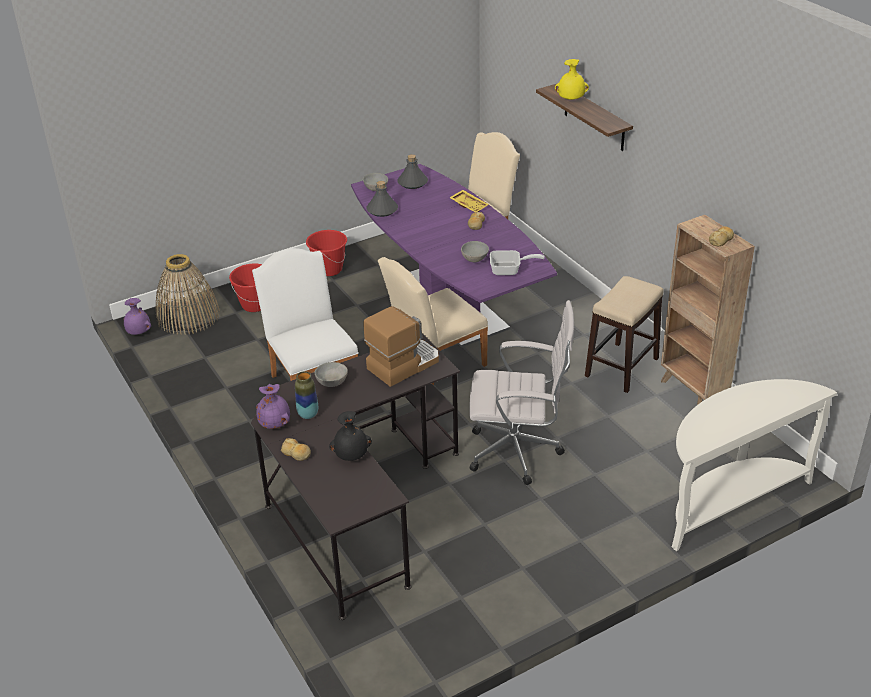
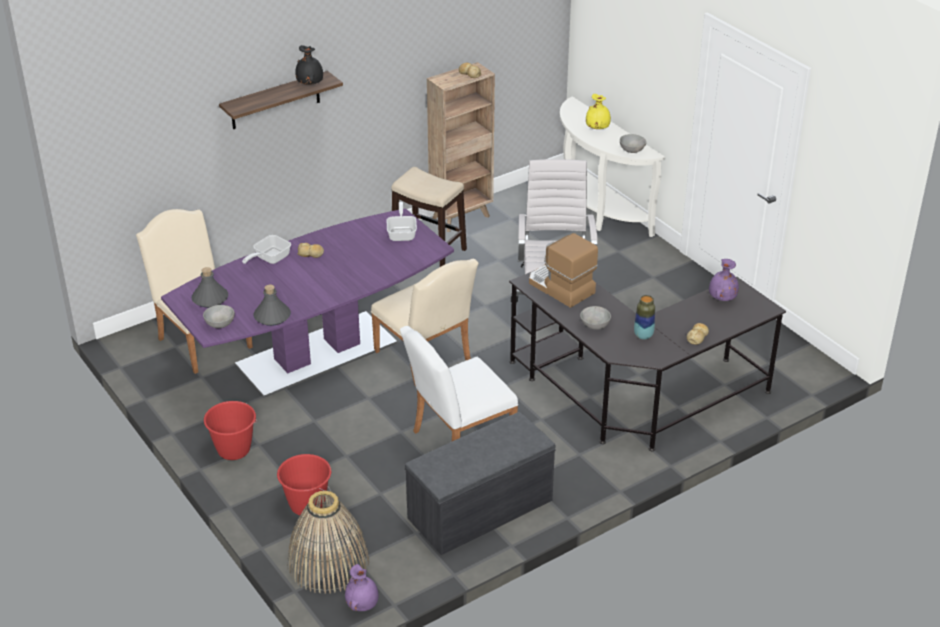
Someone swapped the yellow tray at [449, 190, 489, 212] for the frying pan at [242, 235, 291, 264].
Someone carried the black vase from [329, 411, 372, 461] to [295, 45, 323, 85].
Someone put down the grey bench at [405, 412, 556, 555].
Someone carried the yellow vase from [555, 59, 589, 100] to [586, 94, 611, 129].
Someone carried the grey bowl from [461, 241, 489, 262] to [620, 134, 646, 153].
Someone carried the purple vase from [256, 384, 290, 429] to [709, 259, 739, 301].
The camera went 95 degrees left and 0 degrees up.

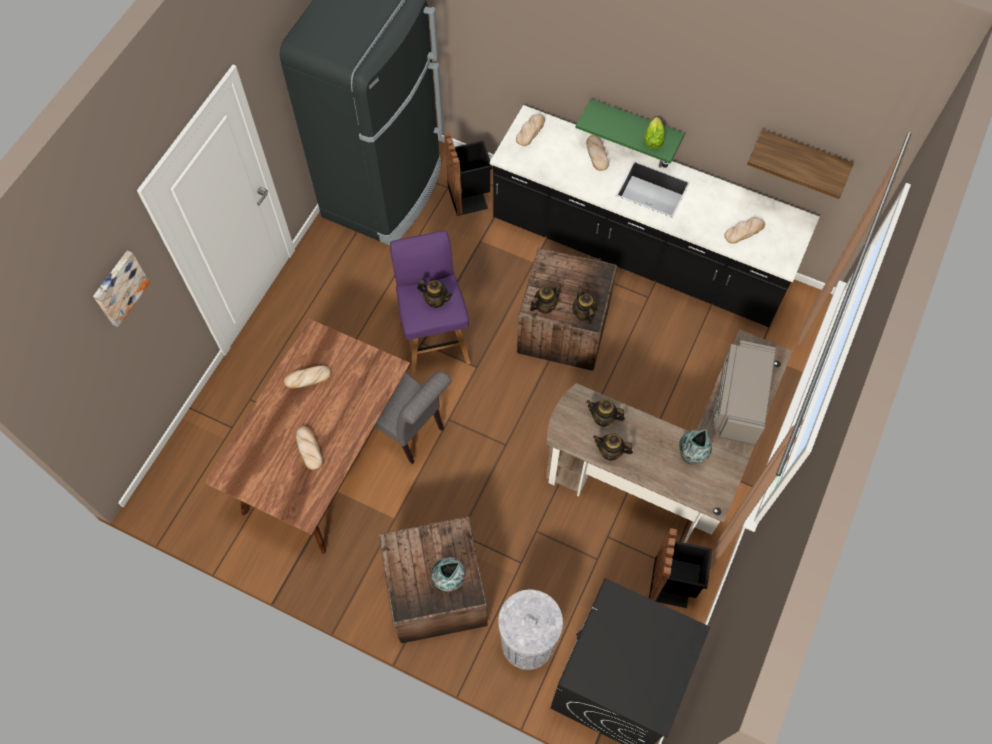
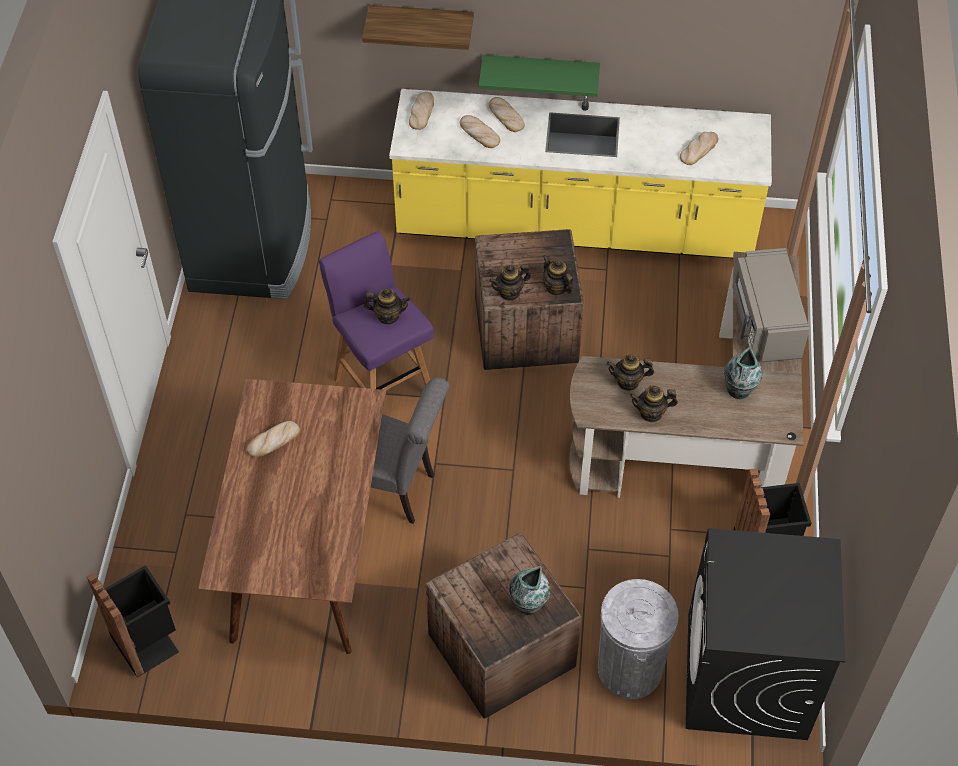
Someone carried the black trash can from [444, 132, 492, 216] to [86, 565, 179, 677].
Someone carried the shelf from [747, 130, 854, 199] to [362, 5, 474, 50].
Someone repainted the black counter at [490, 105, 820, 327], which became the yellow counter at [389, 89, 772, 258].
Someone carried the bread from [296, 426, 323, 470] to [460, 115, 500, 148].
Someone rotated the teapot at [530, 284, 562, 313] by 150 degrees counterclockwise.
Someone took away the picture at [93, 250, 150, 327].
Someone took away the lettuce at [644, 117, 665, 149].
The camera went 20 degrees left and 10 degrees down.

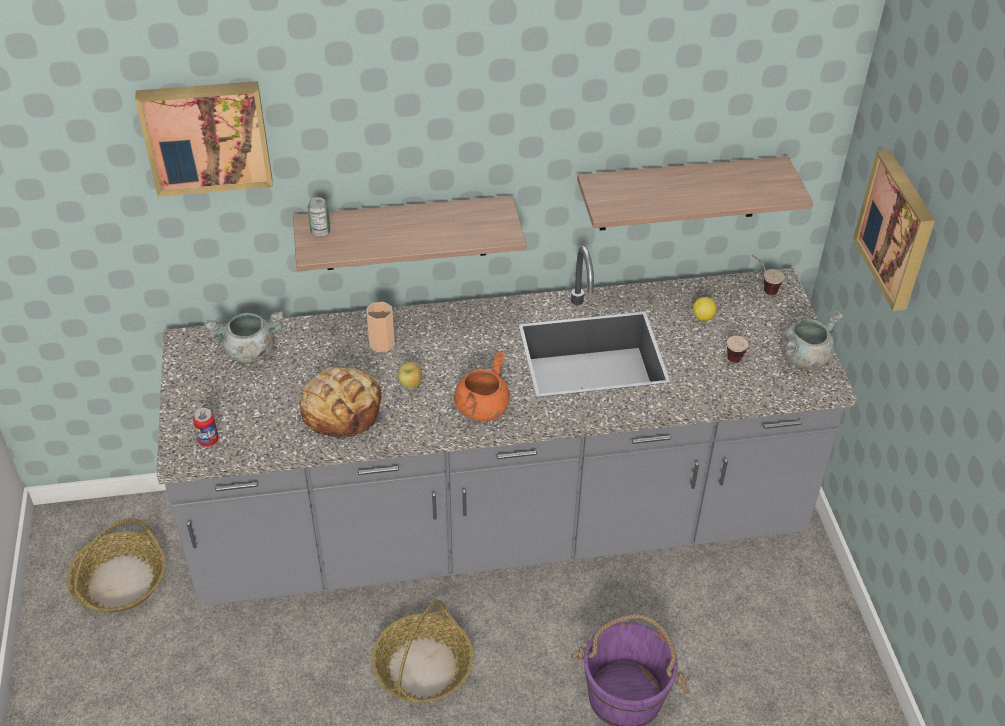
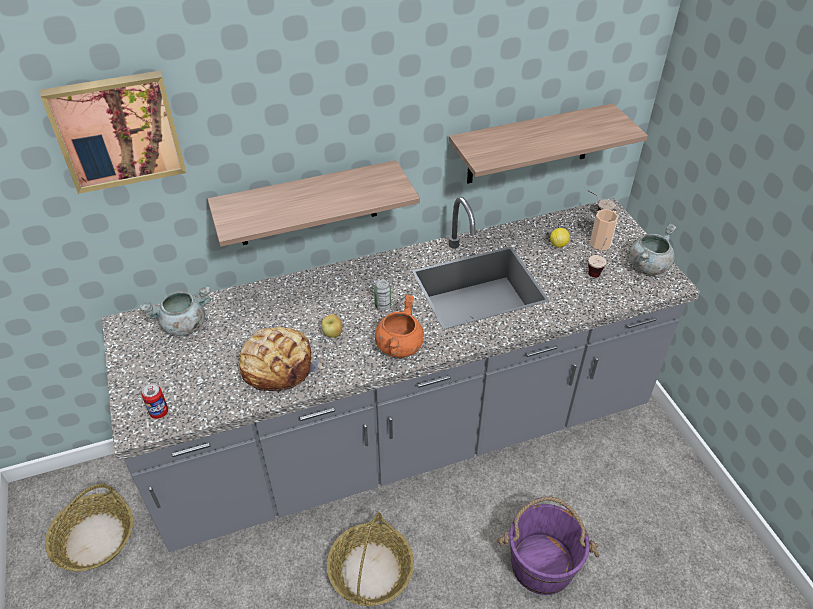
Someone carried the can from [308, 197, 330, 237] to [374, 279, 391, 311].
Someone carried the cup from [366, 302, 395, 352] to [590, 209, 619, 250].
Someone took away the picture at [853, 150, 935, 311].
The camera went 10 degrees left and 0 degrees up.

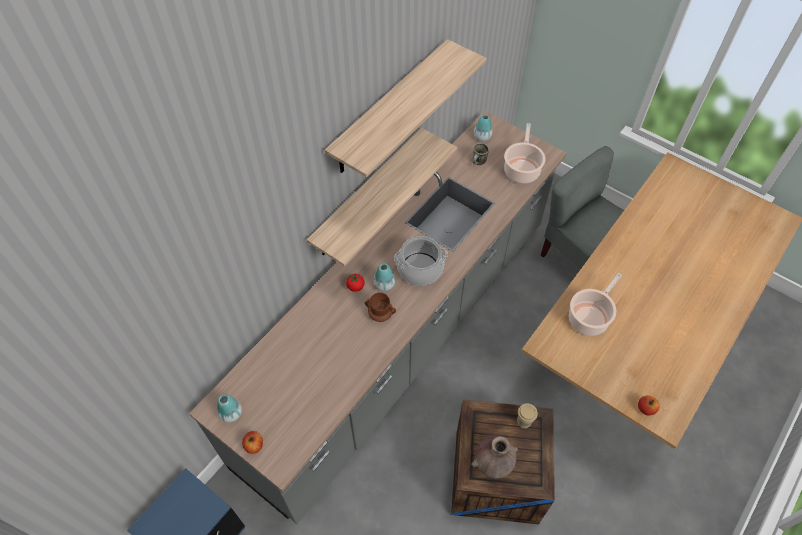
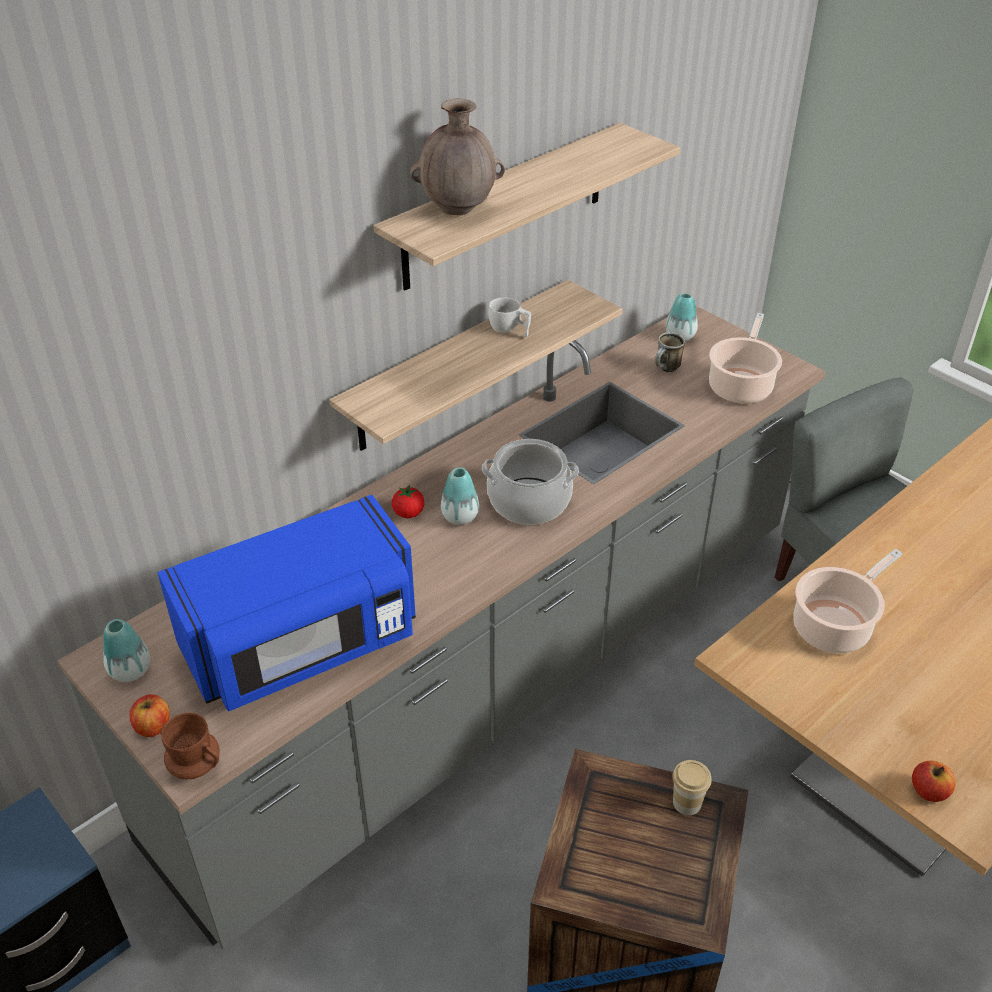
Someone put down the blue microwave at [158, 495, 416, 711].
Someone carried the brown mug from [365, 292, 396, 322] to [160, 712, 220, 779].
Someone carried the brown vase from [471, 435, 519, 478] to [410, 99, 505, 216].
Someone put down the white cup at [488, 298, 531, 337].
The camera went 10 degrees right and 15 degrees down.

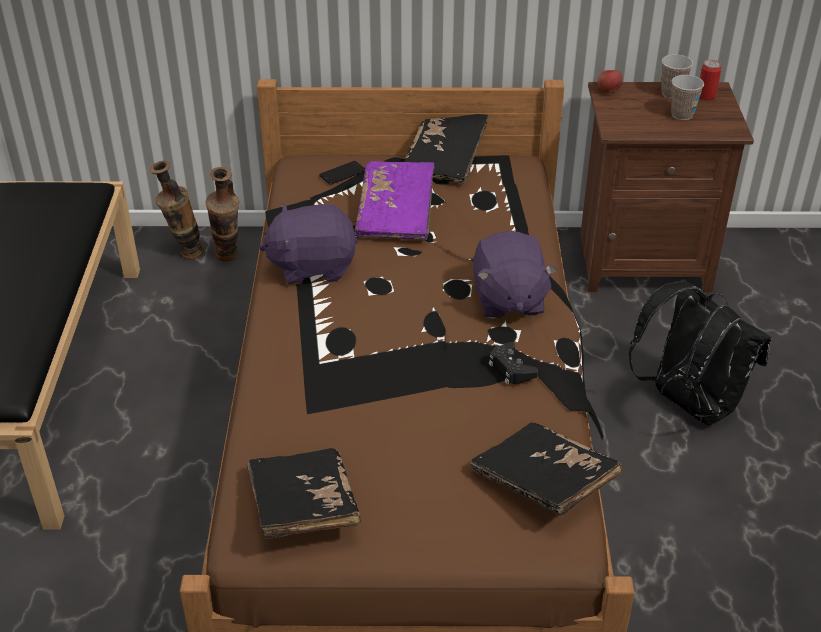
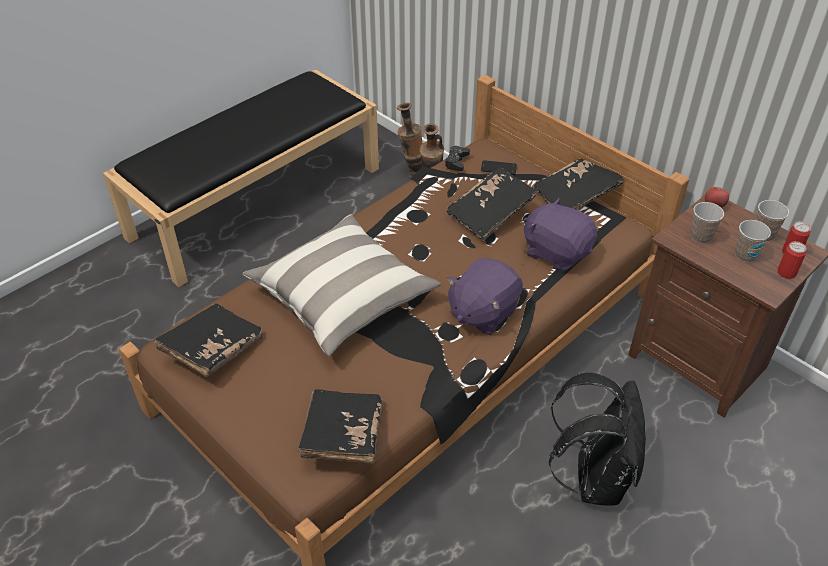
Someone put down the pillow at [243, 214, 441, 357].
Someone carried the black game controller from [489, 342, 538, 385] to [444, 146, 470, 171].
Someone repainted the purple book at [355, 161, 434, 240], which became the black book at [447, 167, 537, 241].
Someone carried the purple plush toy from [259, 203, 358, 285] to [524, 198, 597, 272].
Someone put down the cup at [691, 202, 724, 244].
Someone put down the can at [777, 241, 807, 279].
The camera went 45 degrees right and 5 degrees up.

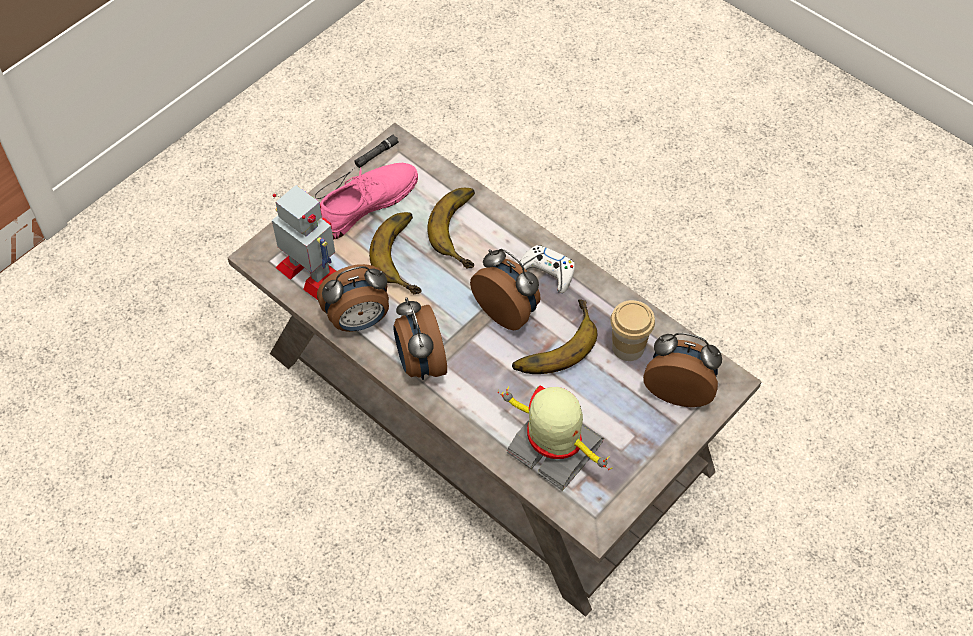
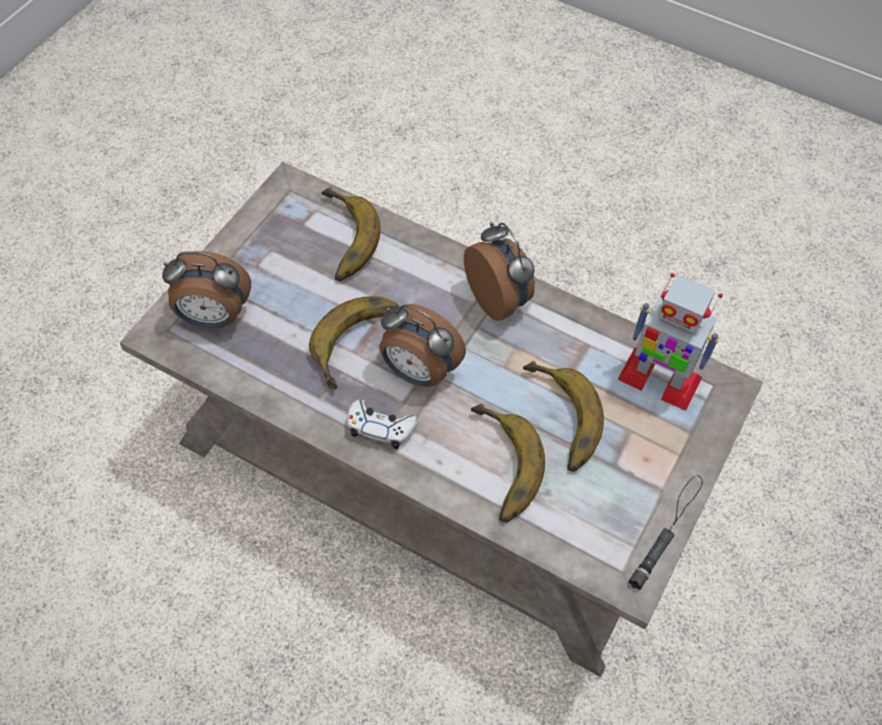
Someone swapped the toy robot at [498, 386, 612, 491] for the banana at [321, 187, 381, 281].
Someone took away the alarm clock at [317, 264, 389, 332].
Someone took away the pink shoe at [320, 163, 418, 240].
Someone took away the cup at [610, 300, 655, 361].
The camera went 165 degrees right and 0 degrees up.

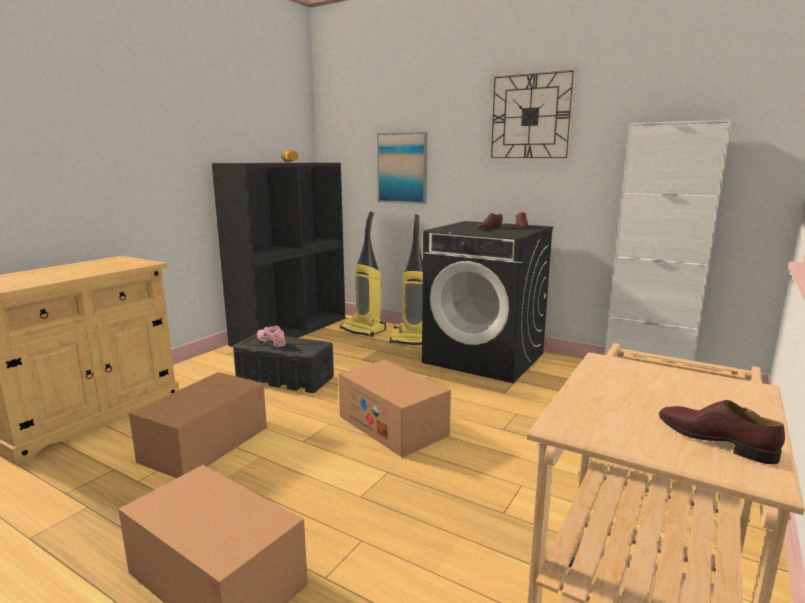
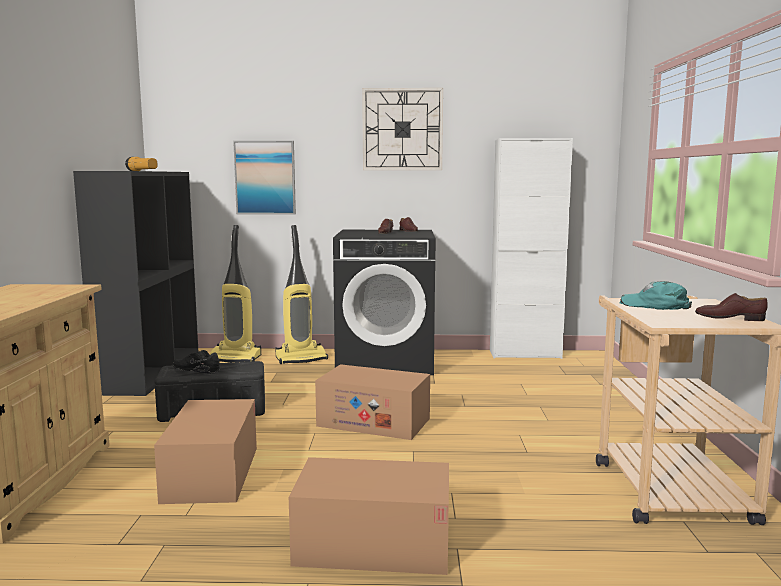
Someone repainted the pink shoe at [257, 325, 286, 348], which became the black shoe at [173, 350, 220, 374].
Someone put down the turquoise cap at [620, 281, 692, 310].
The camera went 30 degrees left and 5 degrees down.

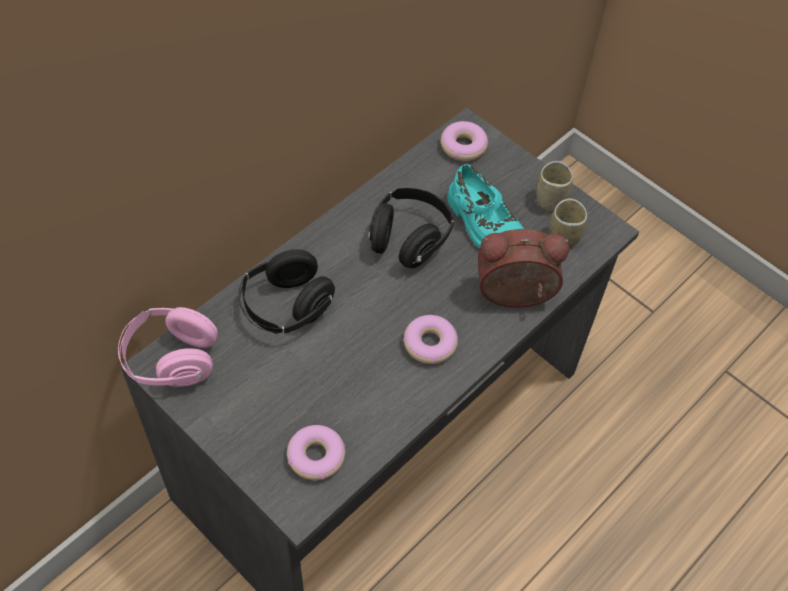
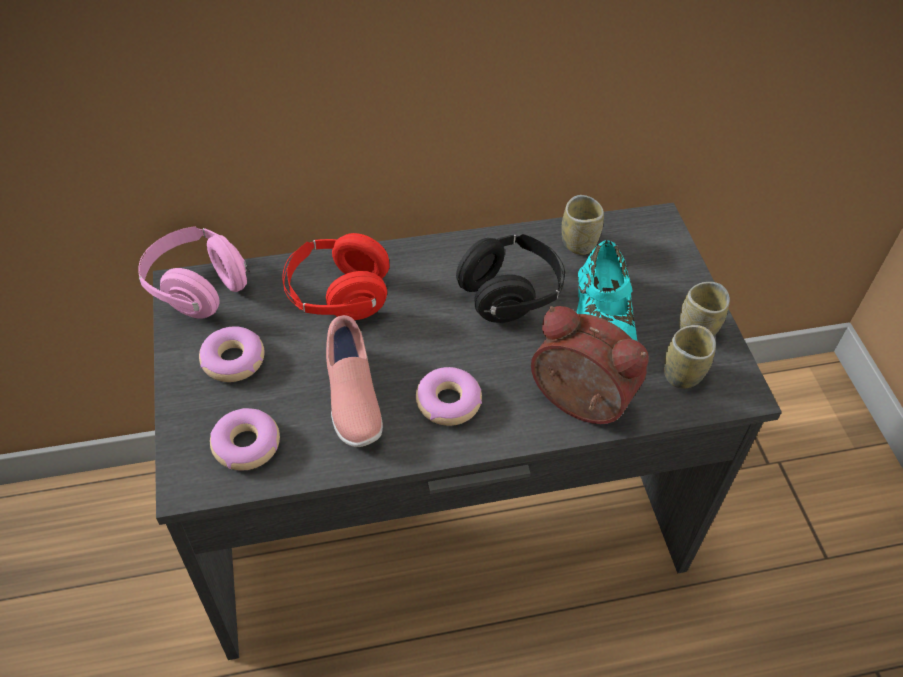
Someone carried the donut from [441, 121, 488, 161] to [199, 326, 265, 382].
Someone repainted the black headphones at [239, 249, 335, 334], which became the red headphones at [282, 233, 390, 320].
Someone put down the pink shoe at [326, 315, 383, 447].
Someone put down the cup at [562, 195, 604, 255].
The camera went 35 degrees right and 5 degrees down.

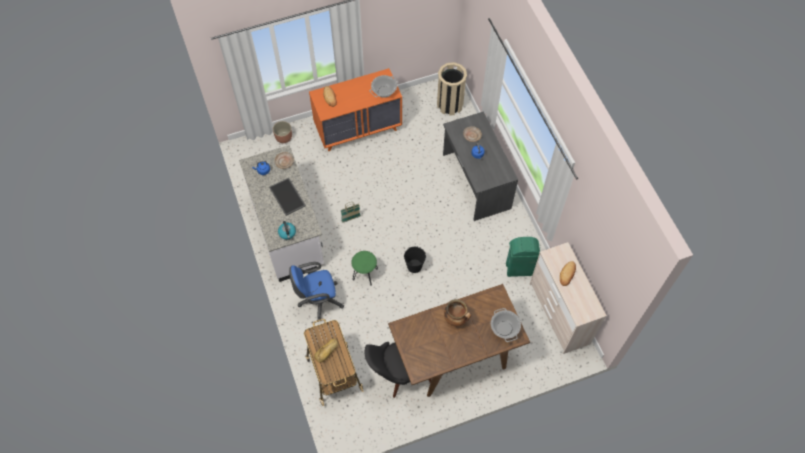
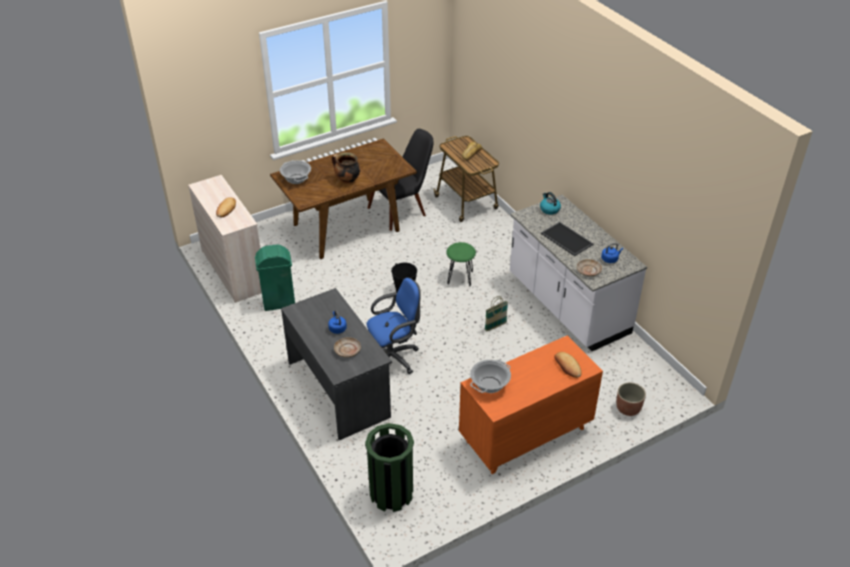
Someone repainted the beige trash can at [437, 62, 467, 116], which became the green trash can at [365, 423, 414, 512].
Someone carried the blue office chair from [289, 262, 344, 320] to [367, 278, 421, 374].
The camera went 170 degrees right and 20 degrees down.

